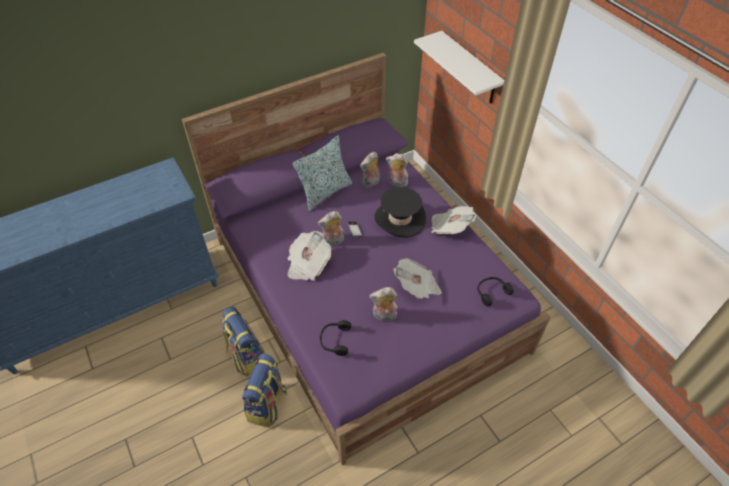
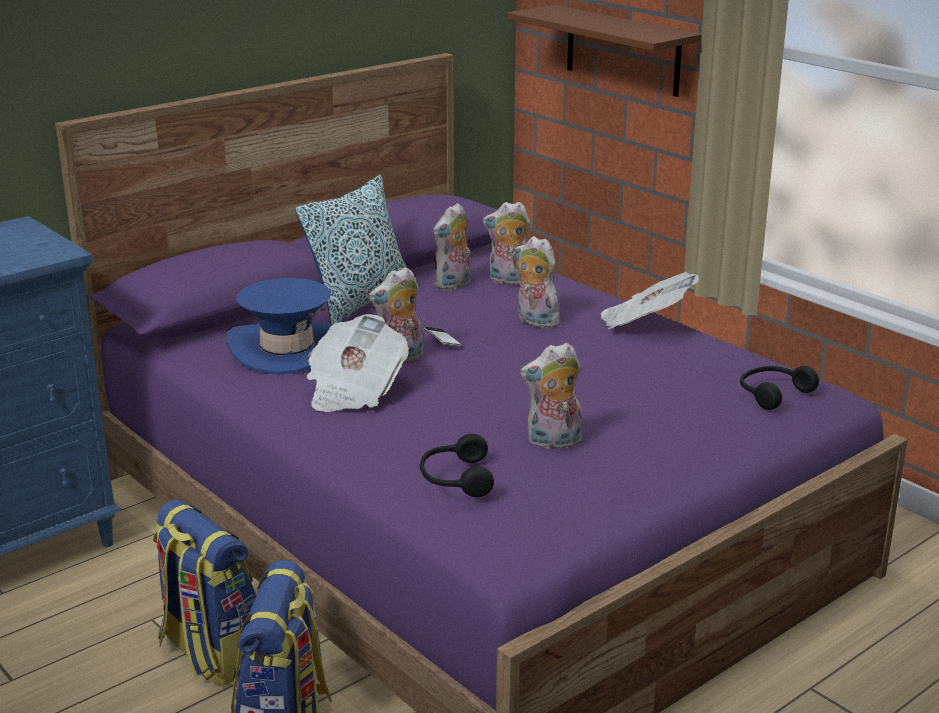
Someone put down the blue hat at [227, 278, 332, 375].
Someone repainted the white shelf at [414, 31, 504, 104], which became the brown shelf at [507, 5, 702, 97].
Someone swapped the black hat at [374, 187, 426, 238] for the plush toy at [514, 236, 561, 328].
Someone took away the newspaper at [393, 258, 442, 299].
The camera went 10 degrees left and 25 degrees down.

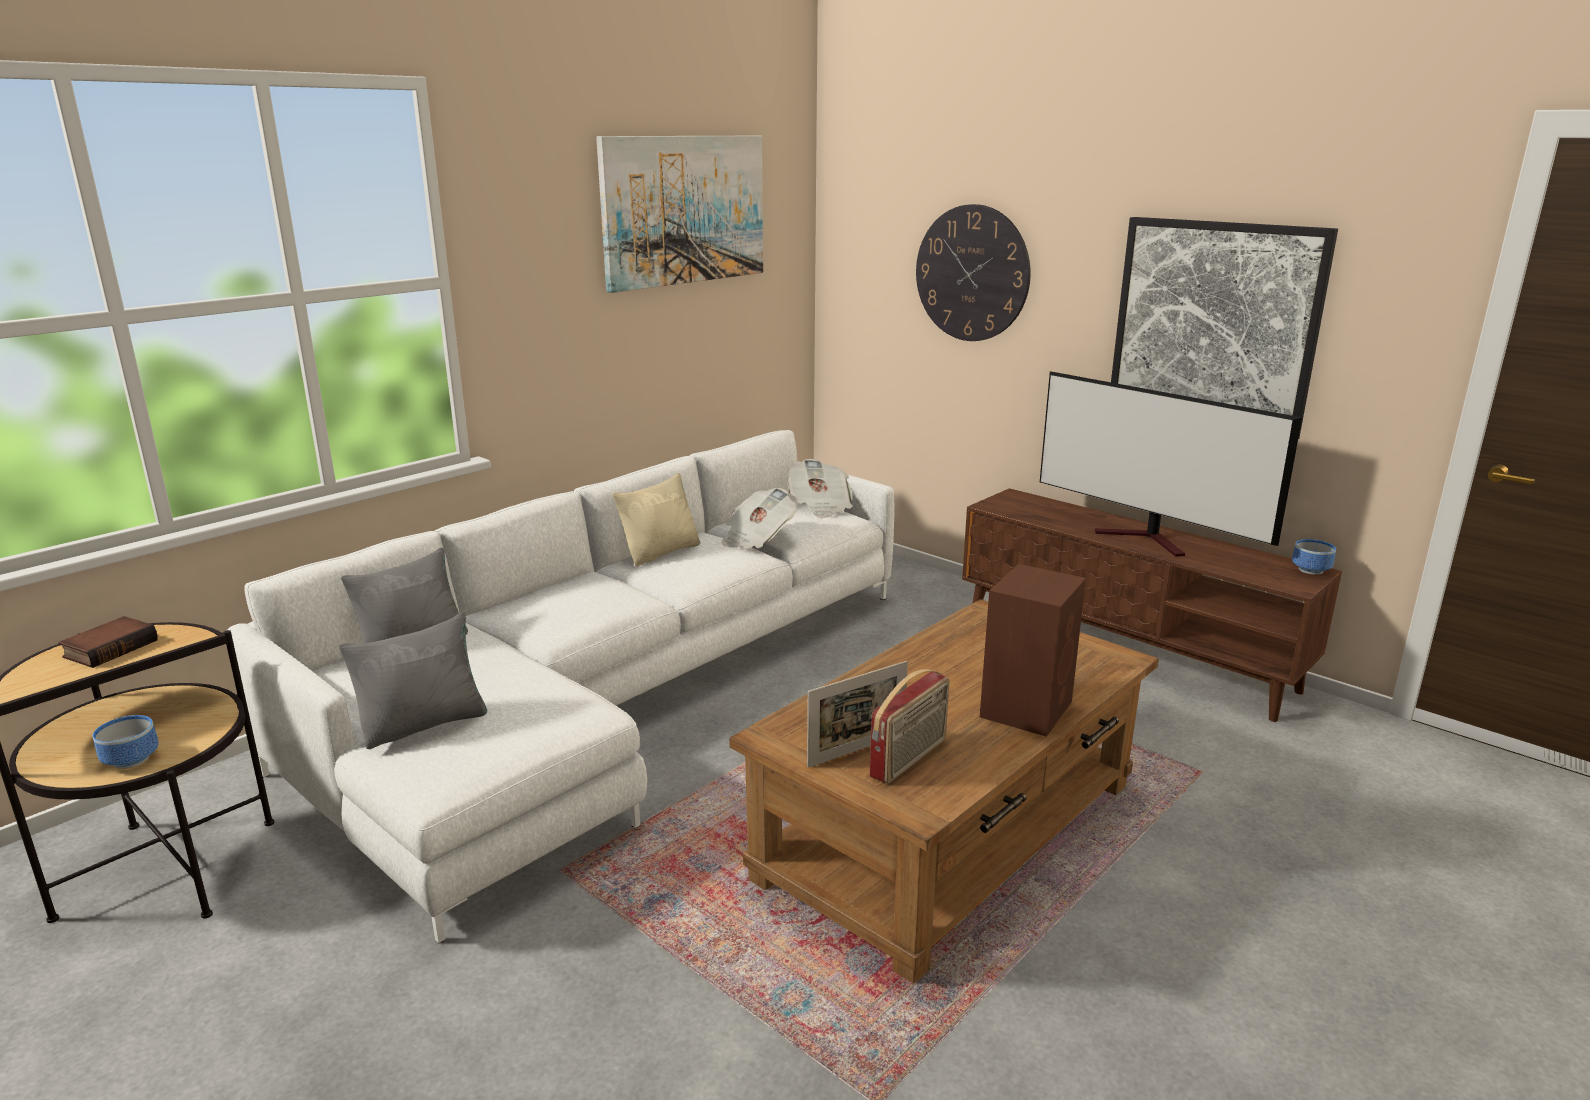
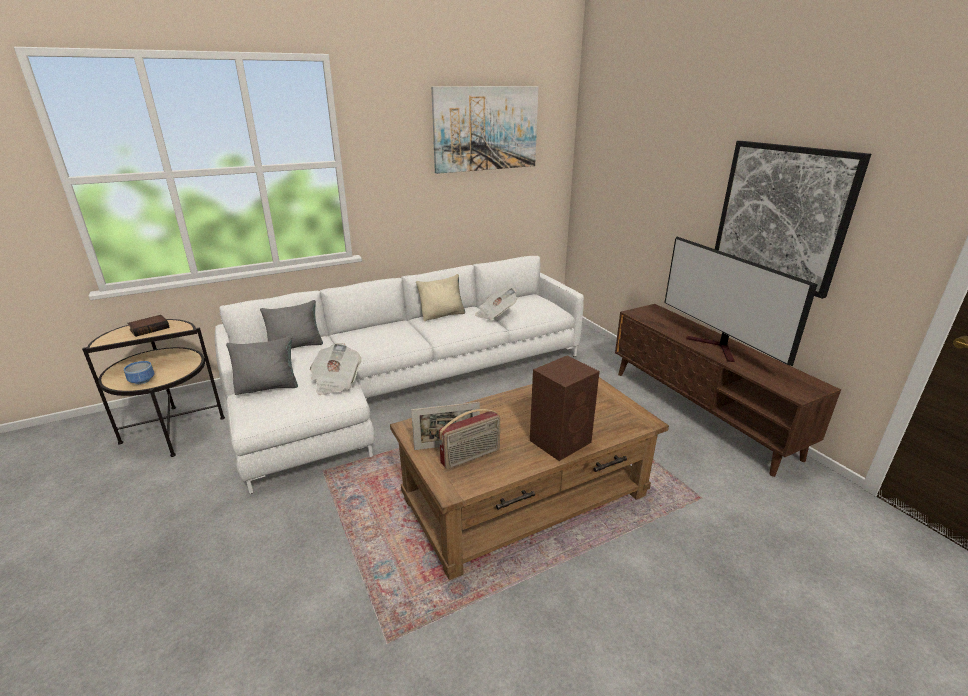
Someone carried the newspaper from [788, 459, 853, 518] to [310, 343, 361, 395].
Someone took away the wall clock at [916, 204, 1031, 341].
Someone took away the bowl at [1292, 539, 1336, 575].
The camera went 20 degrees right and 5 degrees up.

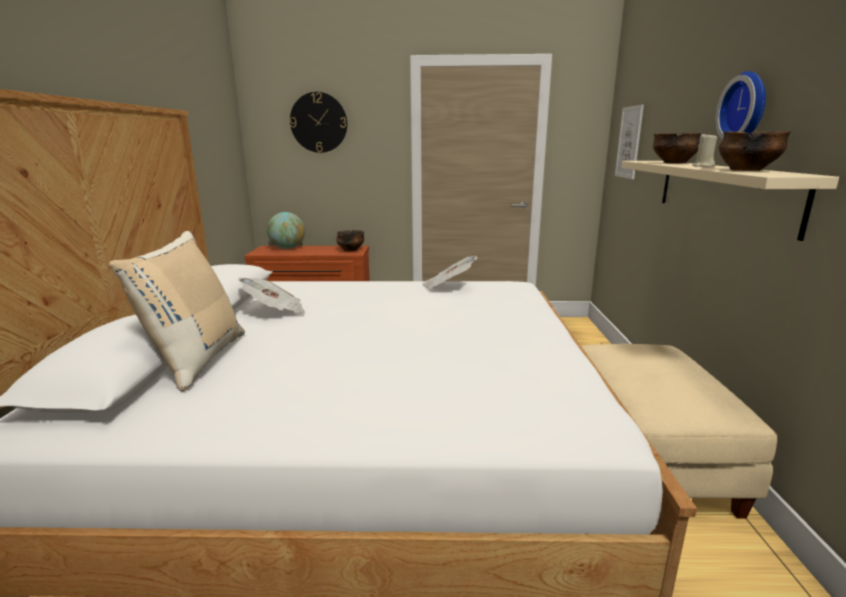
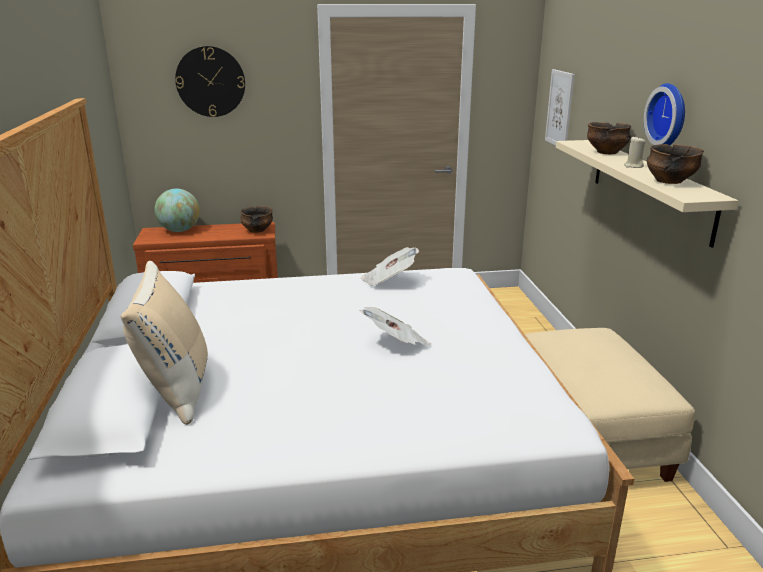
Someone carried the newspaper from [238, 278, 305, 313] to [359, 307, 431, 345].
The camera went 10 degrees left and 5 degrees up.

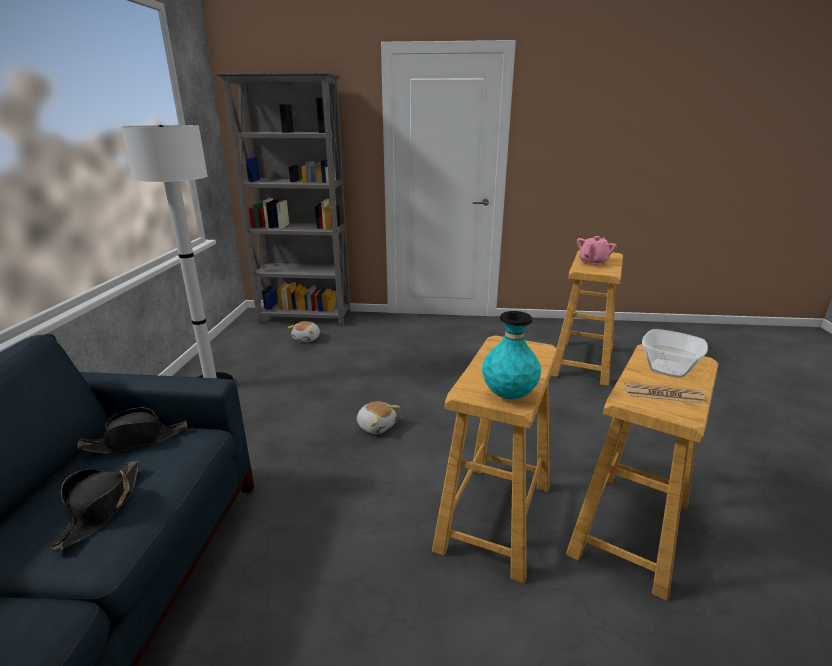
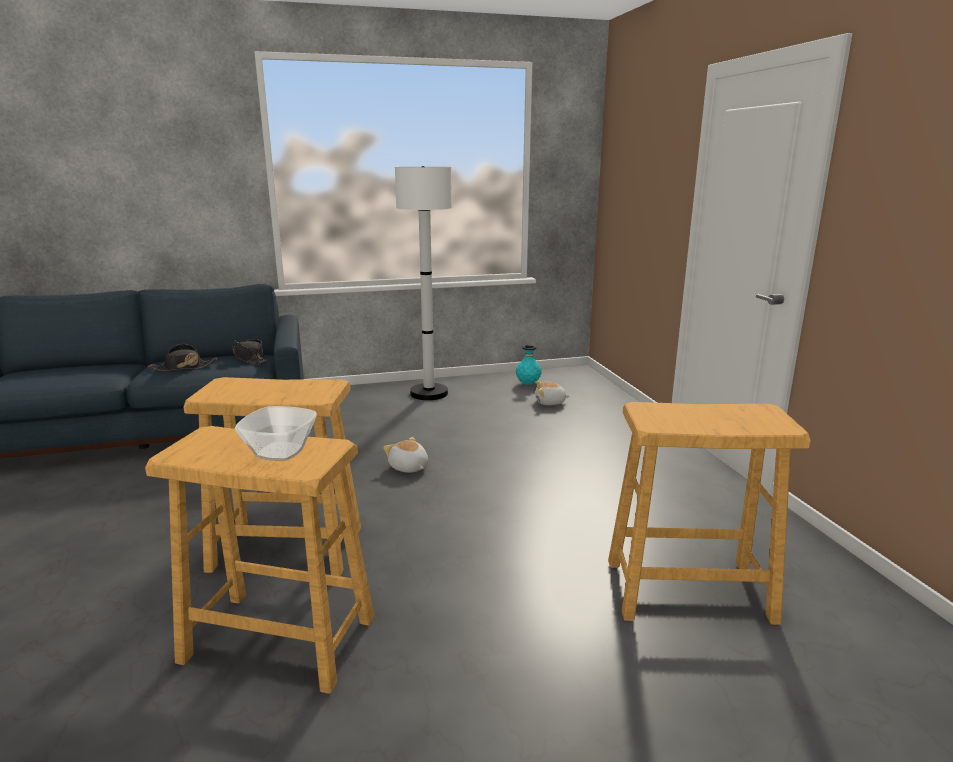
Someone rotated the plush toy at [357, 402, 400, 434] by 120 degrees clockwise.
Someone carried the turquoise vase from [482, 311, 541, 400] to [516, 345, 542, 385].
Someone took away the grey bookcase at [216, 73, 351, 326].
Someone took away the pink teapot at [577, 236, 617, 266].
Someone took away the newspaper at [624, 383, 706, 404].
The camera went 70 degrees right and 5 degrees down.

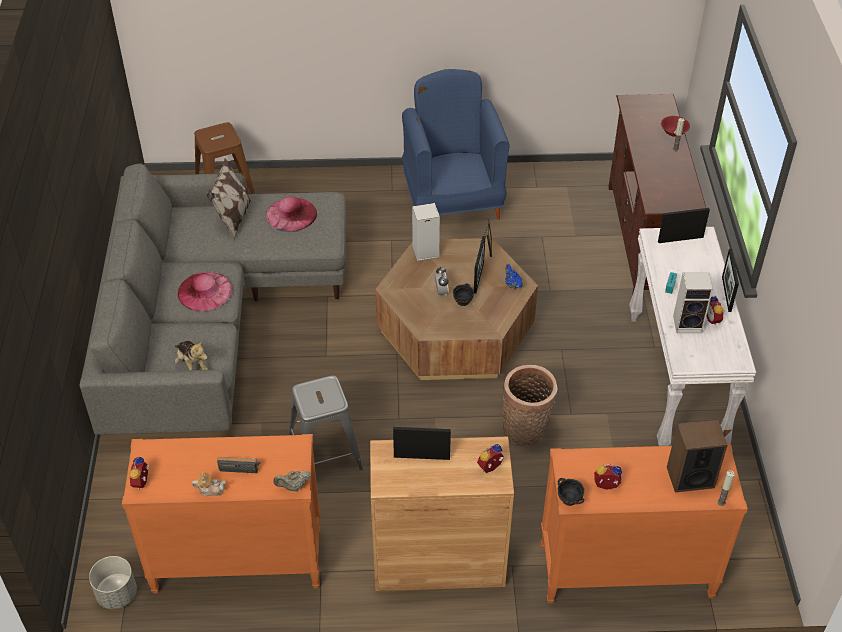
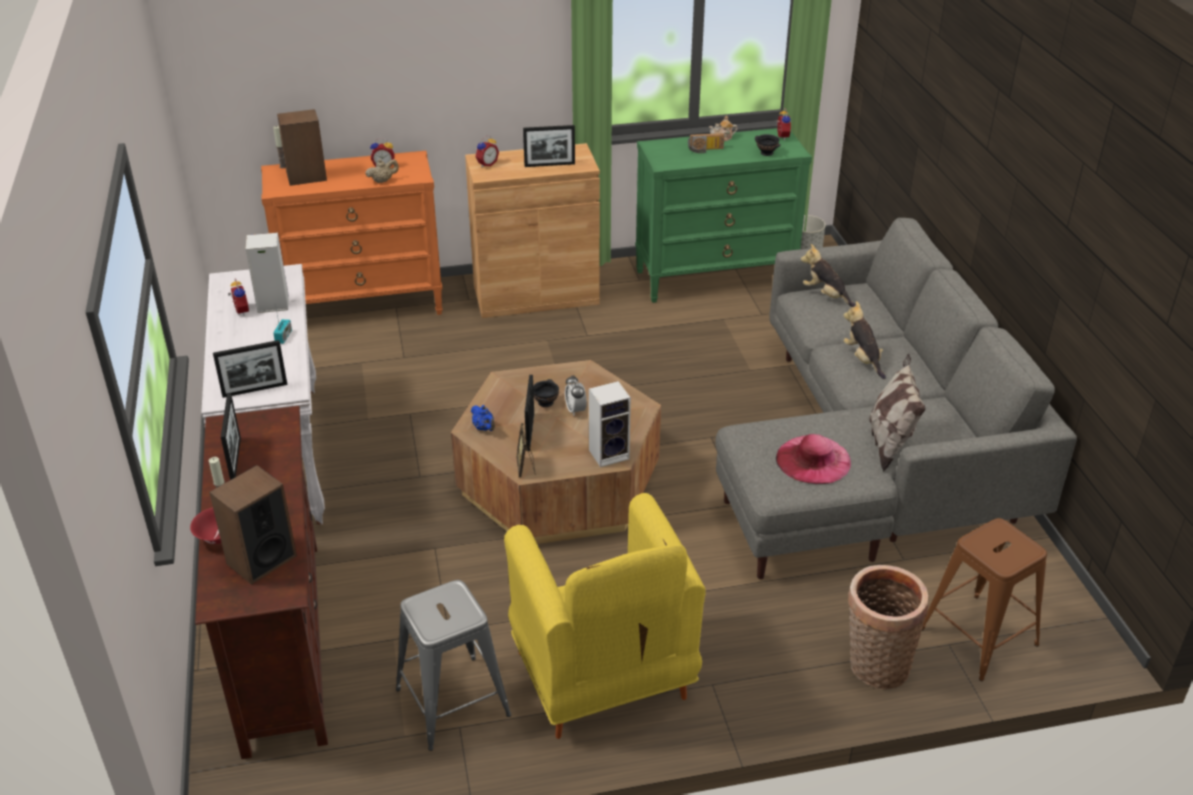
Someone put down the speaker at [209, 465, 297, 585].
Someone carried the picture frame from [722, 249, 739, 312] to [221, 394, 241, 480].
Someone carried the beige teapot from [273, 471, 311, 491] to [365, 159, 399, 183].
Someone carried the grey stool from [289, 376, 363, 470] to [396, 580, 511, 751].
Someone repainted the blue armchair at [402, 69, 510, 220], which became the yellow armchair at [504, 493, 706, 739].
Someone repainted the orange dresser at [122, 434, 320, 594], which became the green dresser at [635, 128, 812, 303].
Someone carried the black bowl from [558, 478, 584, 506] to [755, 134, 781, 156].
Someone swapped the pink hat at [177, 272, 232, 311] for the plush toy at [843, 301, 886, 379].
Someone carried the basket from [503, 365, 558, 446] to [848, 565, 928, 690].
The camera went 170 degrees right and 10 degrees down.

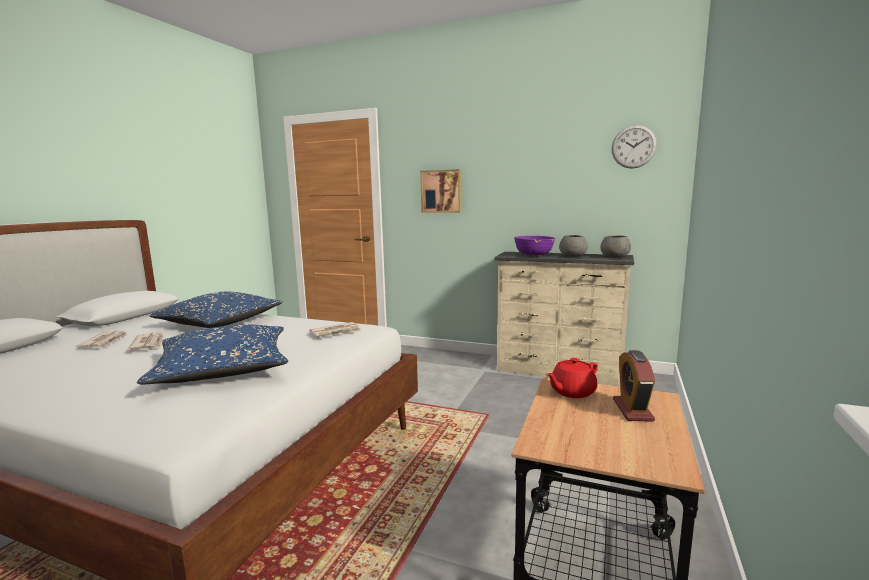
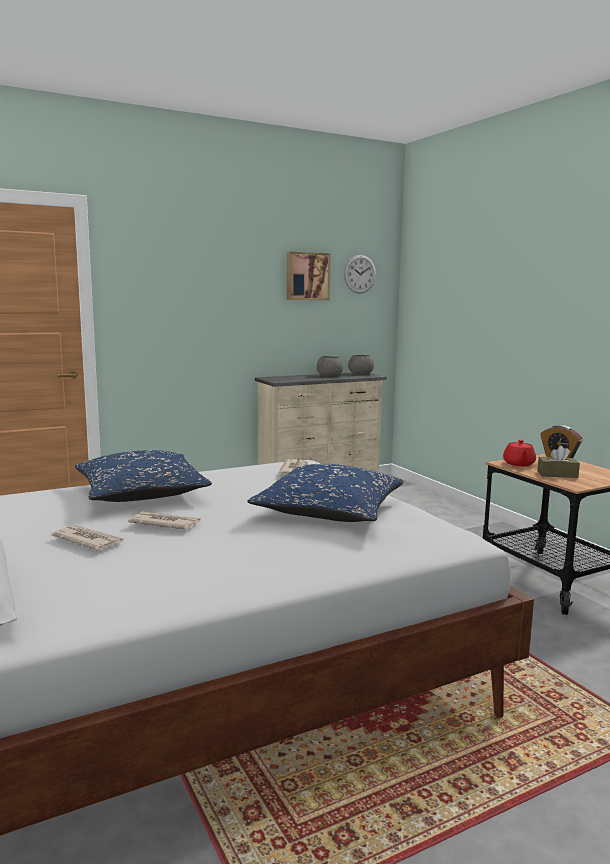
Someone carried the picture from [420, 169, 462, 213] to [287, 252, 331, 300].
Someone put down the brown tissue box at [537, 446, 580, 478].
Someone took away the purple bowl at [514, 236, 555, 256].
The camera went 50 degrees left and 0 degrees up.

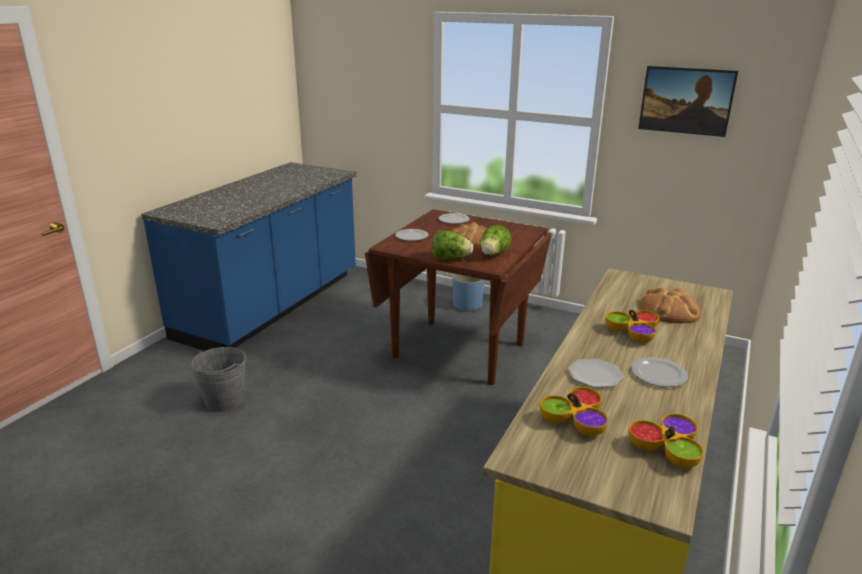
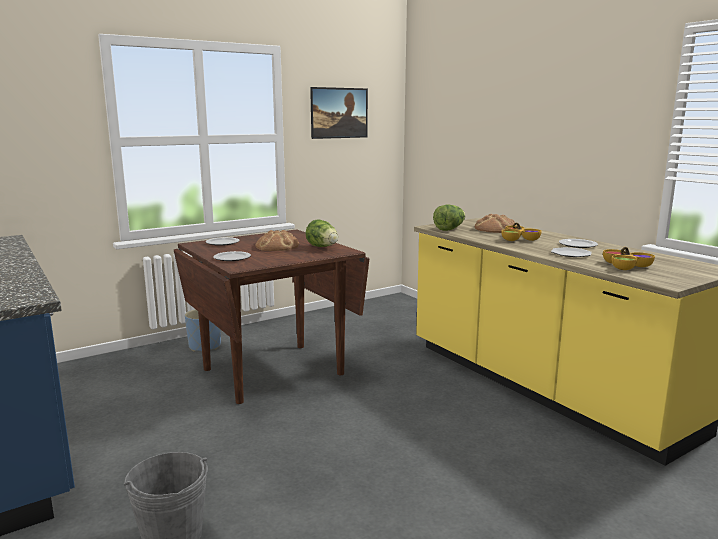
Someone carried the lettuce from [432, 230, 473, 259] to [433, 204, 465, 231].
Someone took away the bowl at [629, 414, 704, 468].
The camera went 60 degrees left and 10 degrees down.

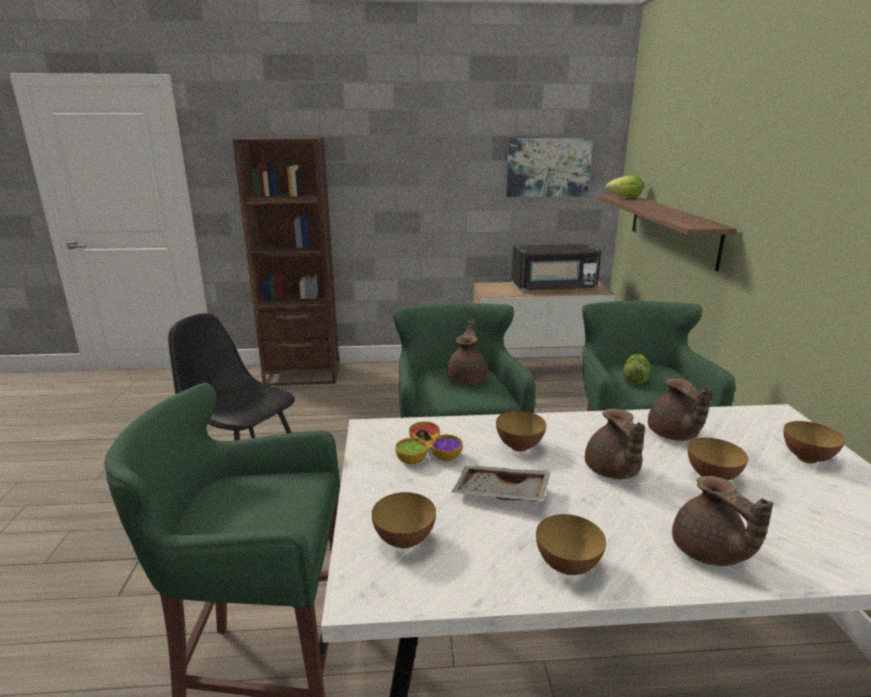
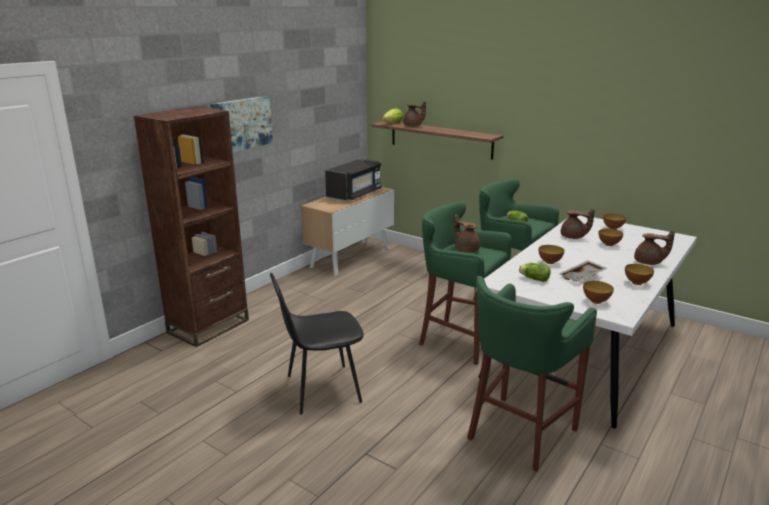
Someone carried the picture from [506, 138, 593, 197] to [210, 96, 273, 152].
Someone carried the brown teapot from [585, 409, 645, 479] to [403, 101, 426, 126].
Someone swapped the bowl at [395, 422, 463, 464] for the lettuce at [519, 263, 551, 282].
The camera went 50 degrees left and 0 degrees up.

